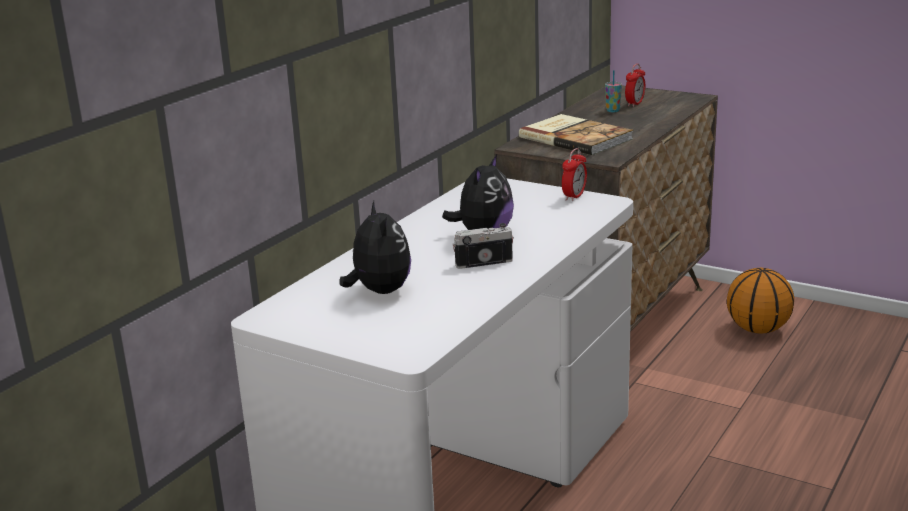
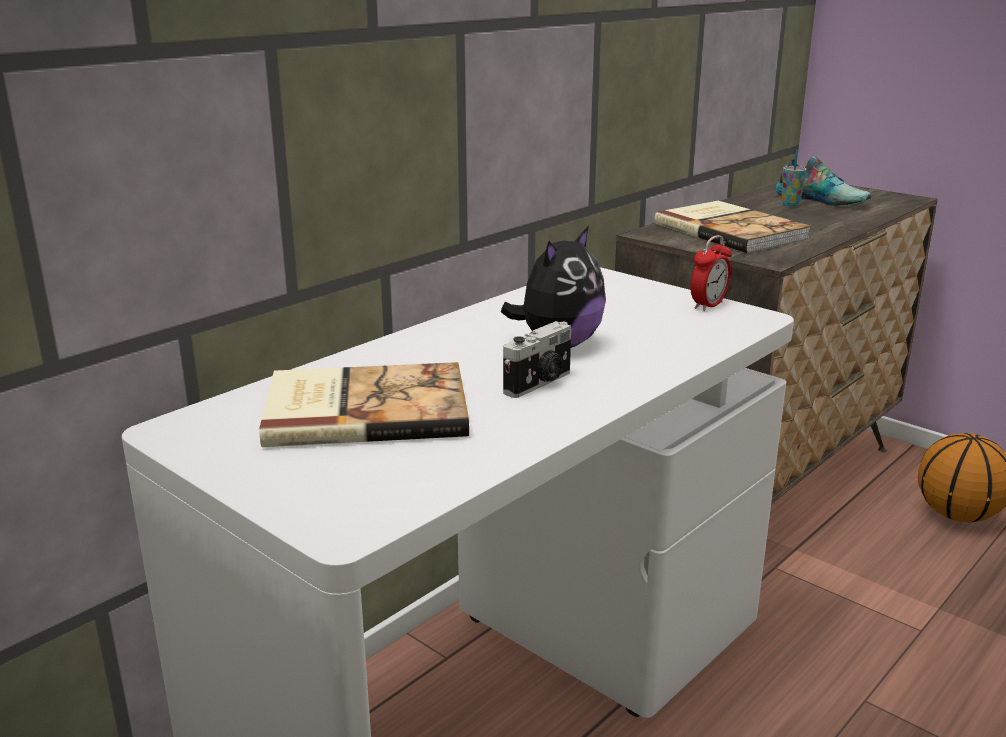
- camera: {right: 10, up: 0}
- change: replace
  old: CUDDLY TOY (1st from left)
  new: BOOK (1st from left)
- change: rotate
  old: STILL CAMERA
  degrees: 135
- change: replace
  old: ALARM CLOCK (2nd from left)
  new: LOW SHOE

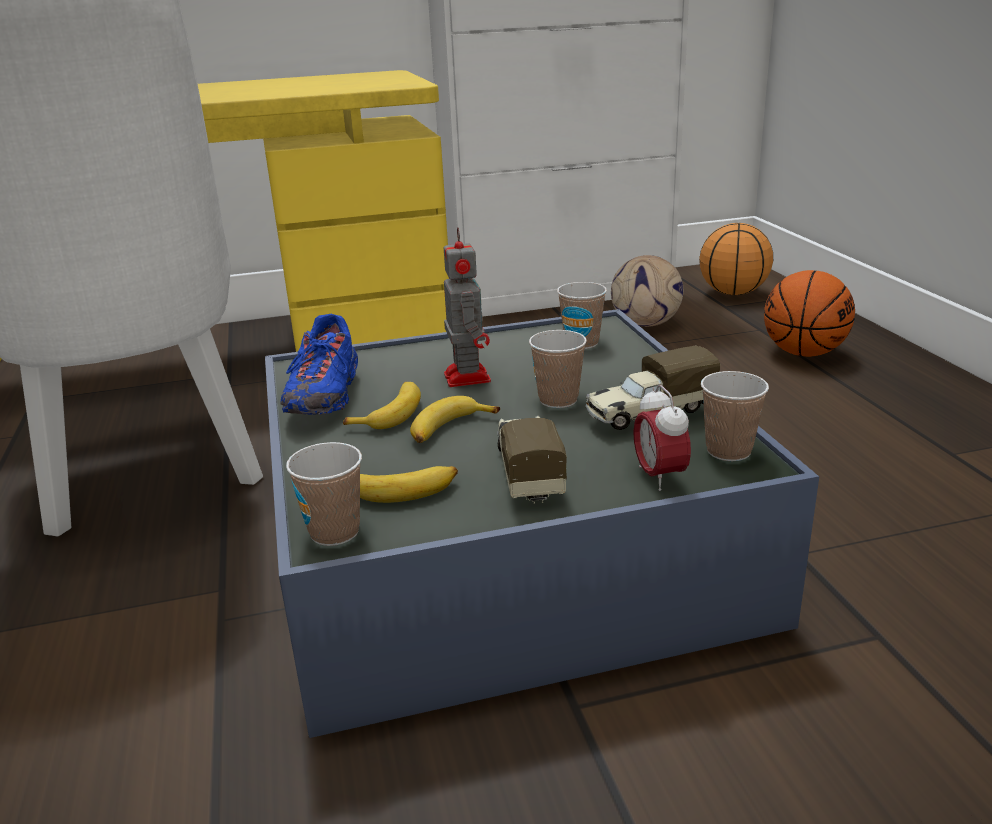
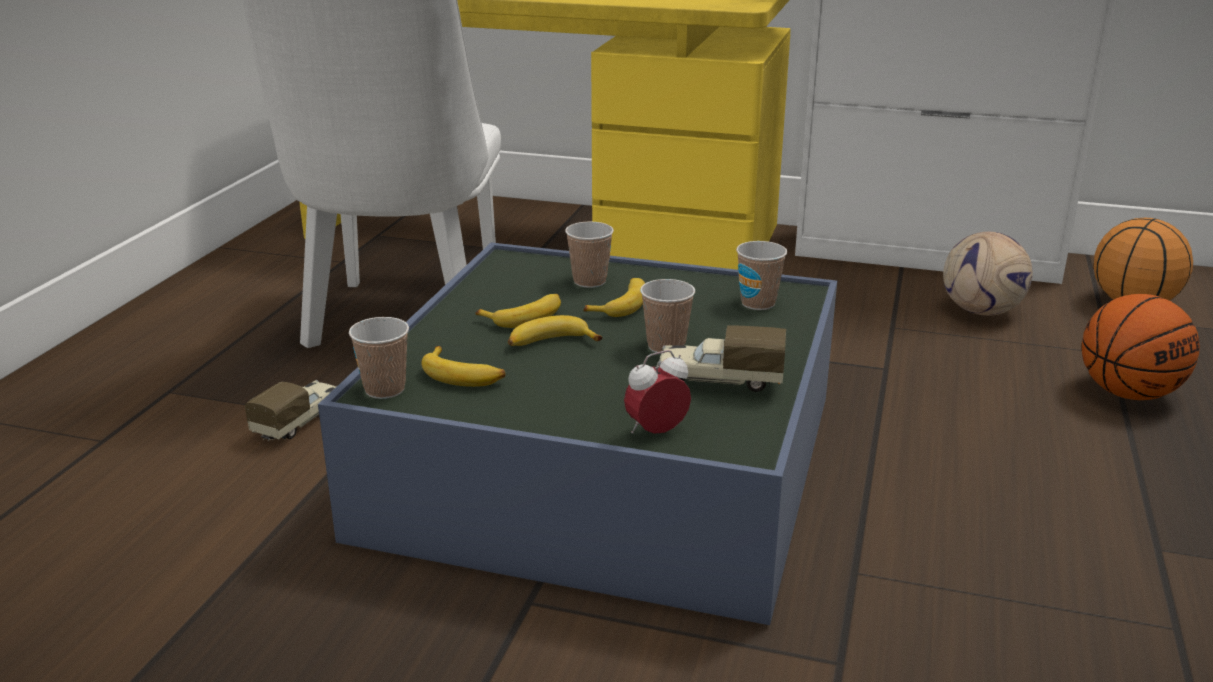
- camera: {right: 30, up: 0}
- change: move
  old: MODEL TRUCK (1st from left)
- change: move
  old: SMALL CUP (4th from left in the first image)
  new: SMALL CUP (2nd from left)
- change: replace
  old: TOY ROBOT
  new: BANANA (4th from left)
- change: rotate
  old: ALARM CLOCK
  degrees: 45
- change: delete
  old: BLUISH LOW SHOE

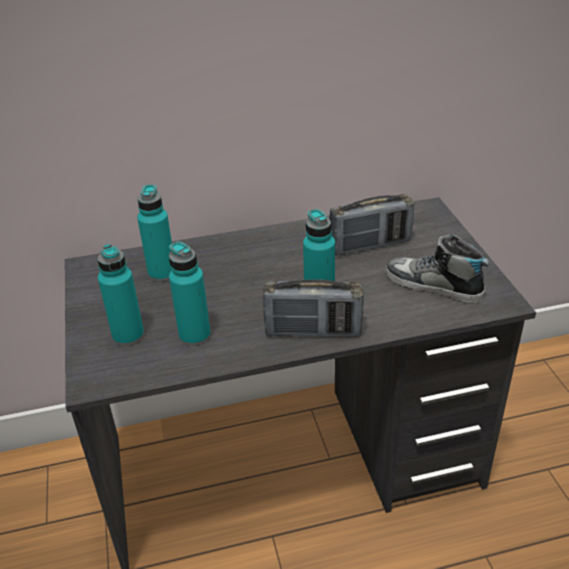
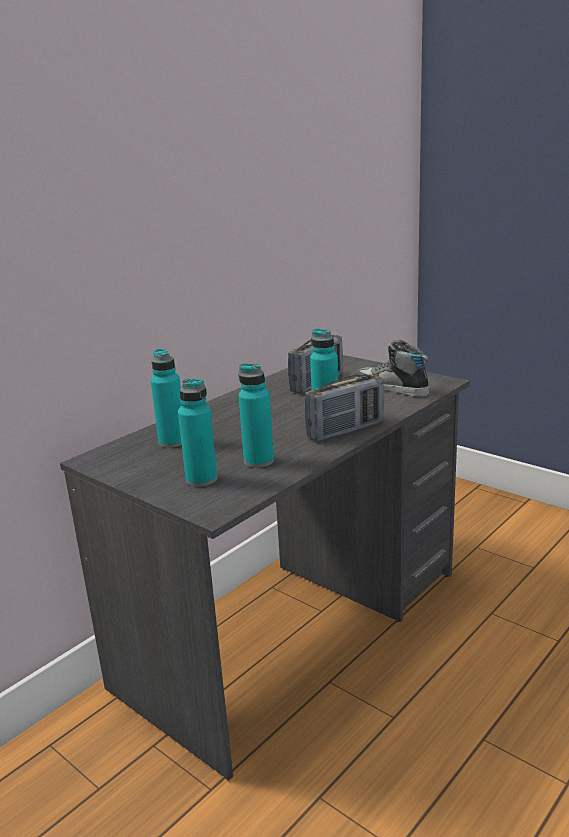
- camera: {right: -35, up: -15}
- change: rotate
  old: LOW SHOE
  degrees: 45

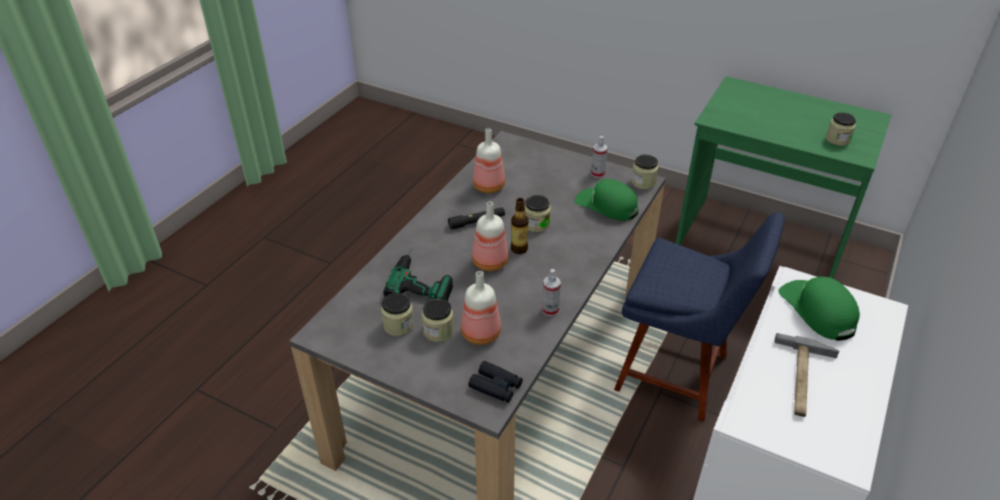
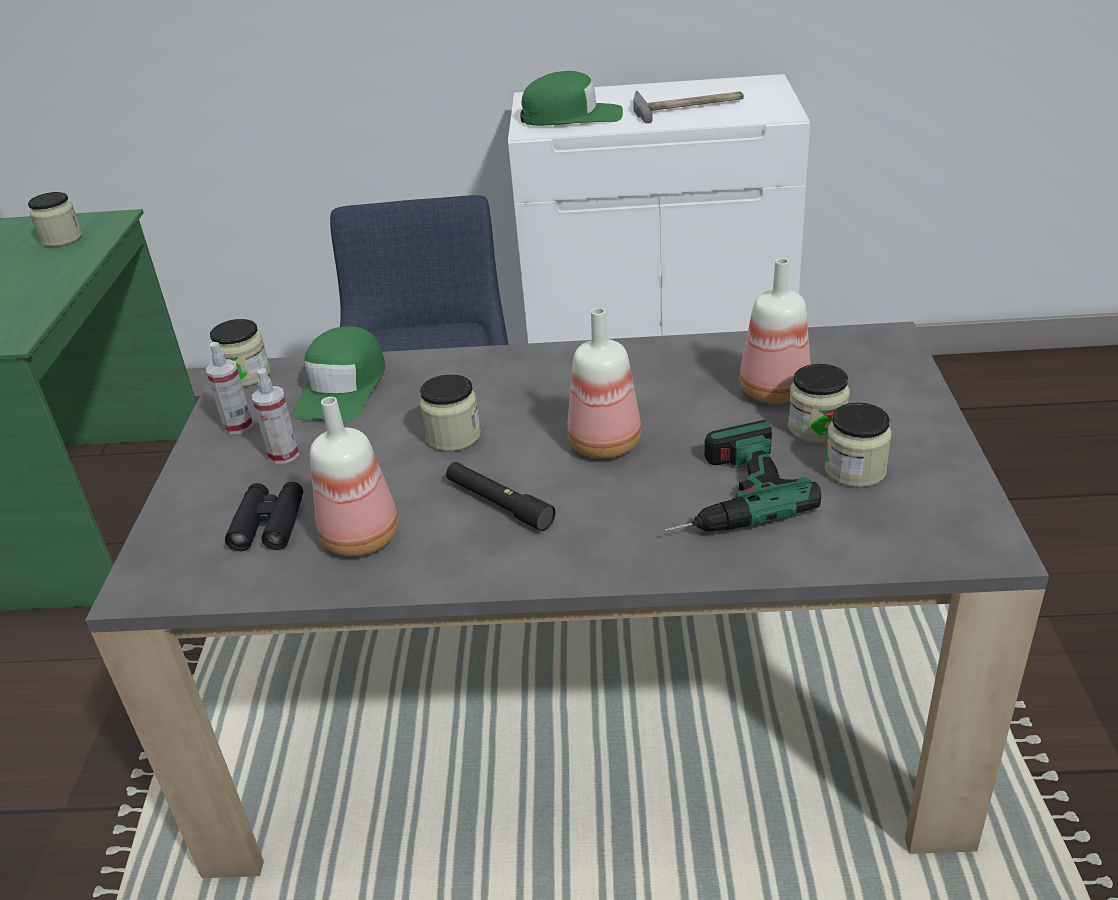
- camera: {right: -115, up: -5}
- change: move
  old: BLACK FIELD GLASSES
- change: move
  old: HAND SPRAYER (1st from left in the first image)
  new: HAND SPRAYER (2nd from left)
- change: rotate
  old: GREENISH CAP (2nd from left)
  degrees: -135
- change: delete
  old: BOTTLE (4th from left)

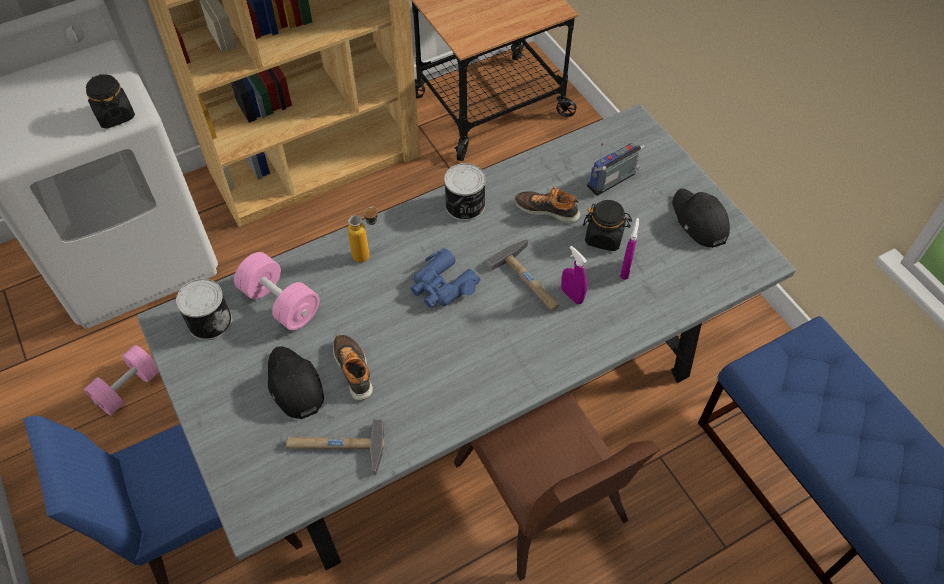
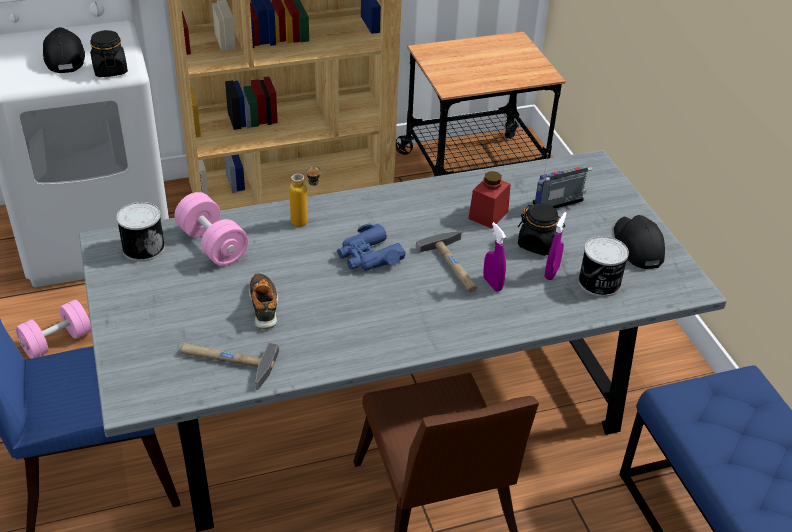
- camera: {right: 10, up: -15}
- change: move
  old: BLACK CAP (1st from left)
- change: replace
  old: LOW SHOE (2nd from left)
  new: RED JAR
- change: move
  old: CAN (2nd from left)

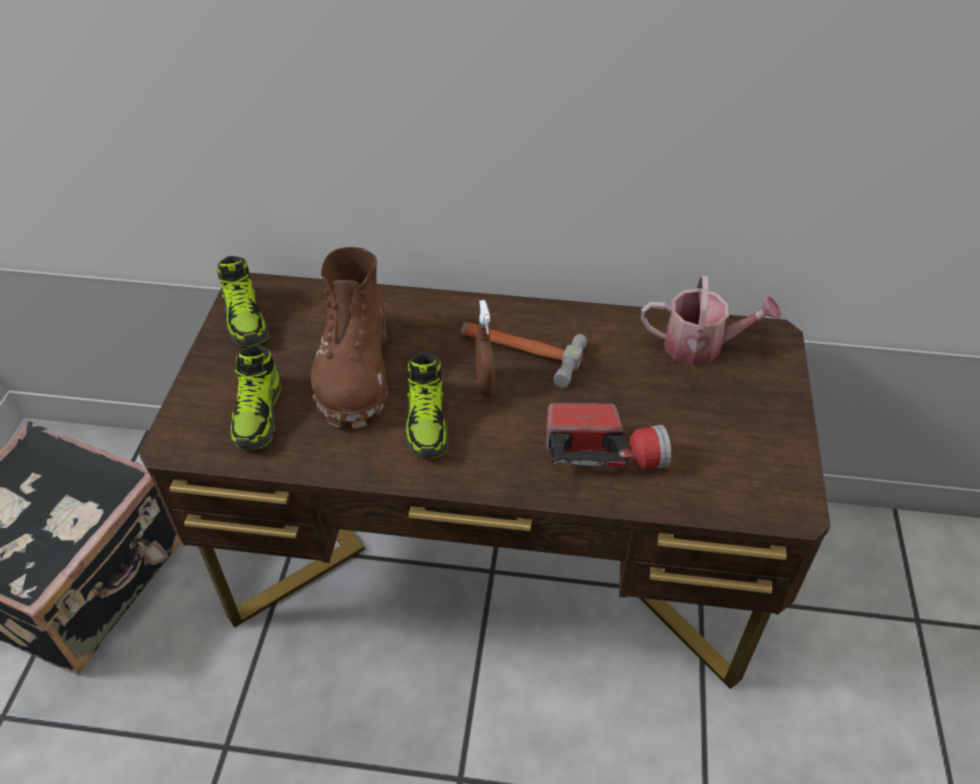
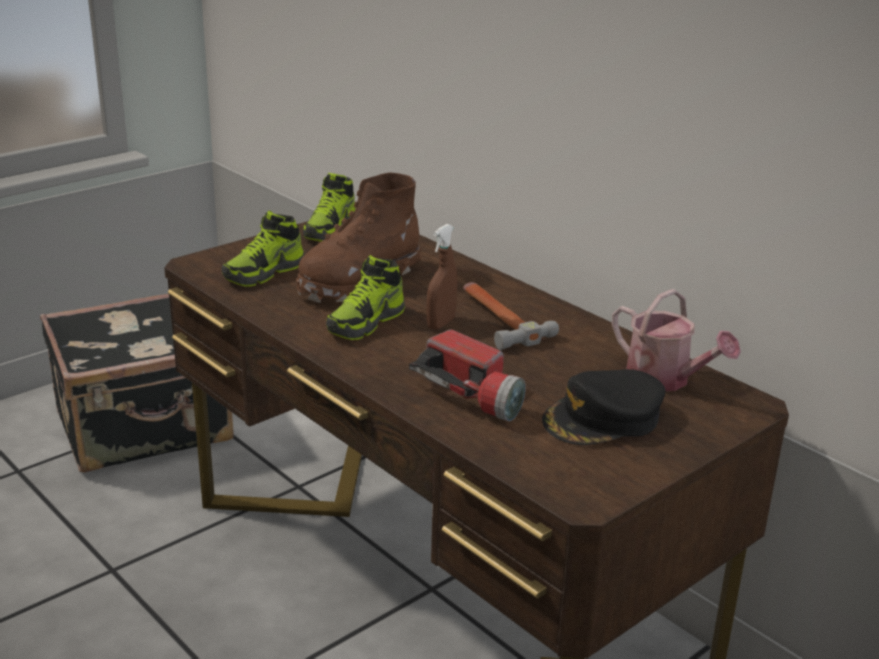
- camera: {right: 40, up: -20}
- change: insert
  new: BLACK CAP

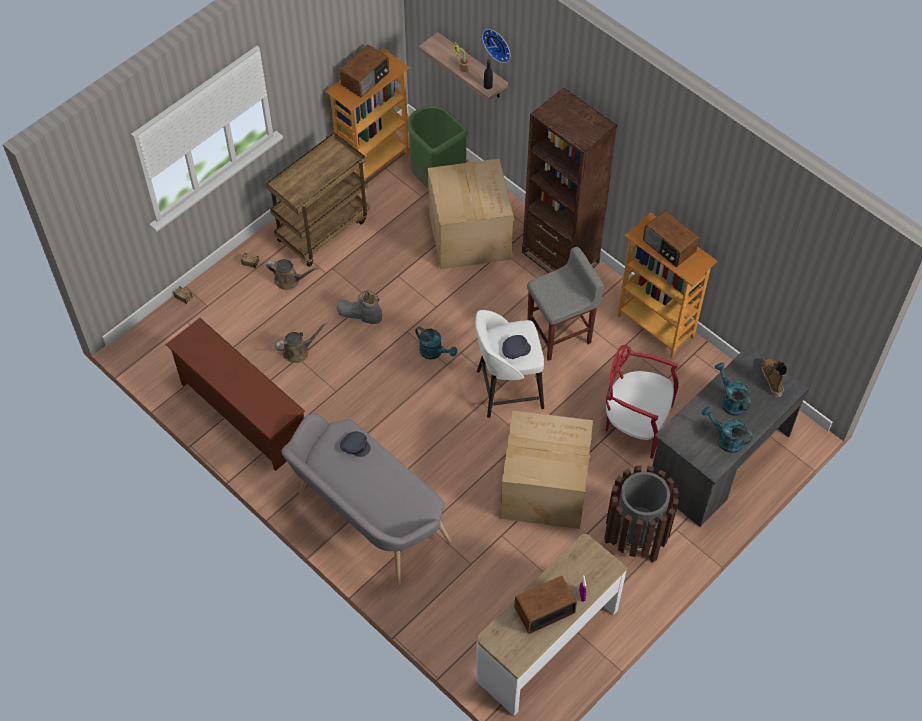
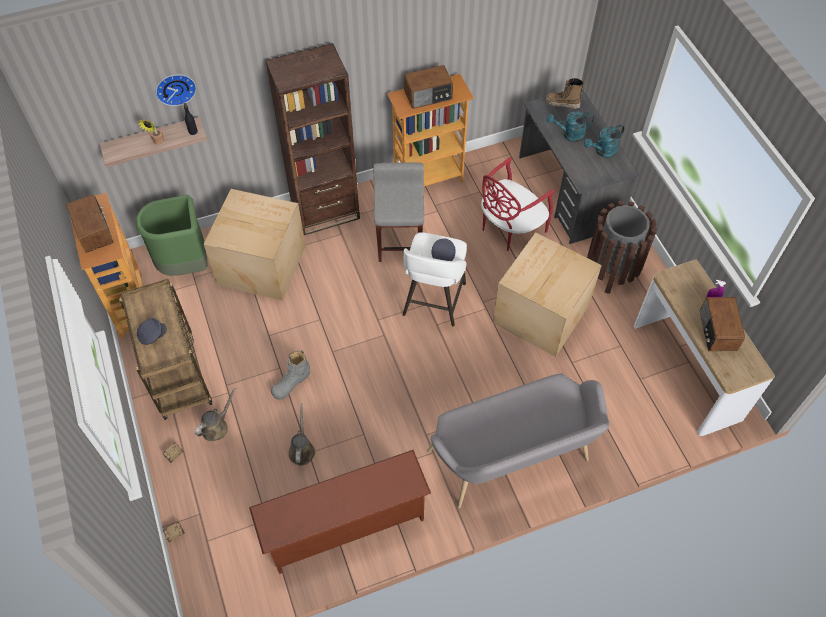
- camera: {right: -65, up: 0}
- change: move
  old: GRAY CAP (1st from left)
- change: delete
  old: BLUE-GREEN WATERING CAN (1st from left)

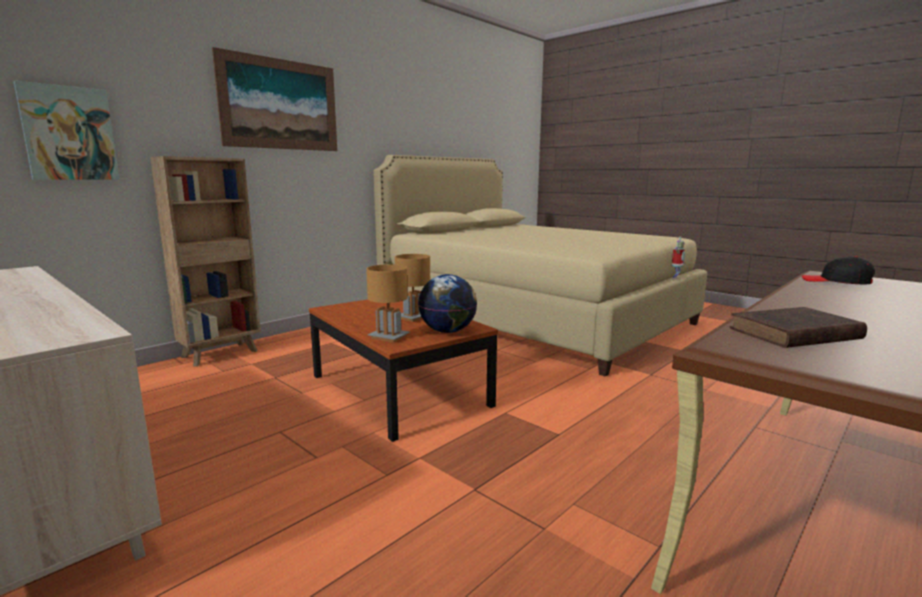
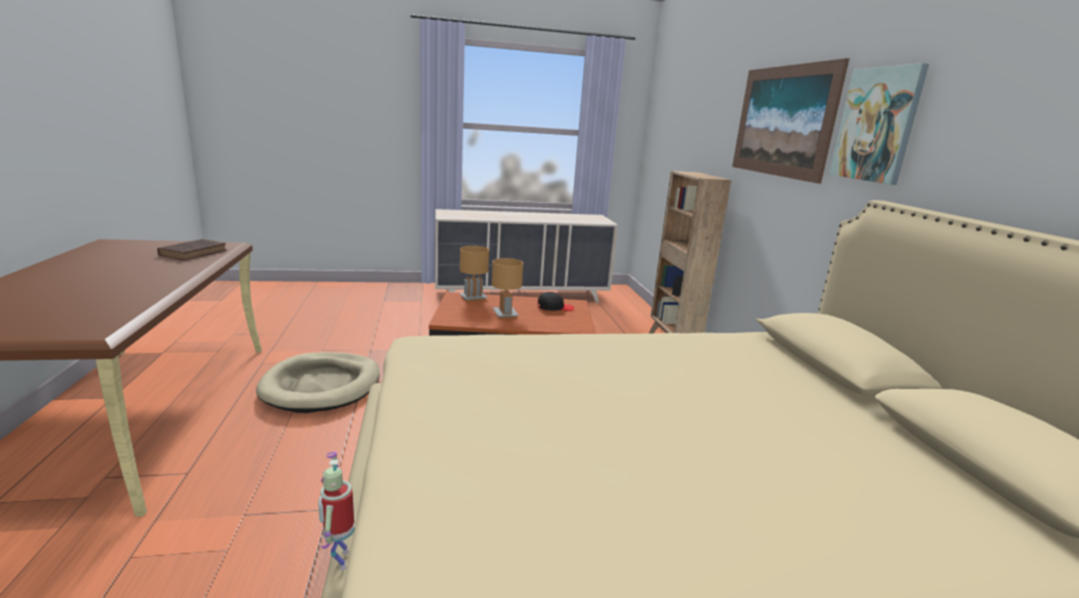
- camera: {right: 125, up: 5}
- change: insert
  new: BEIGE-COLOURED DOG CUSHION
- change: move
  old: BLACK CAP
- change: move
  old: PICTURE (1st from left in the first image)
  new: PICTURE (2nd from left)
- change: delete
  old: WORLD GLOBE

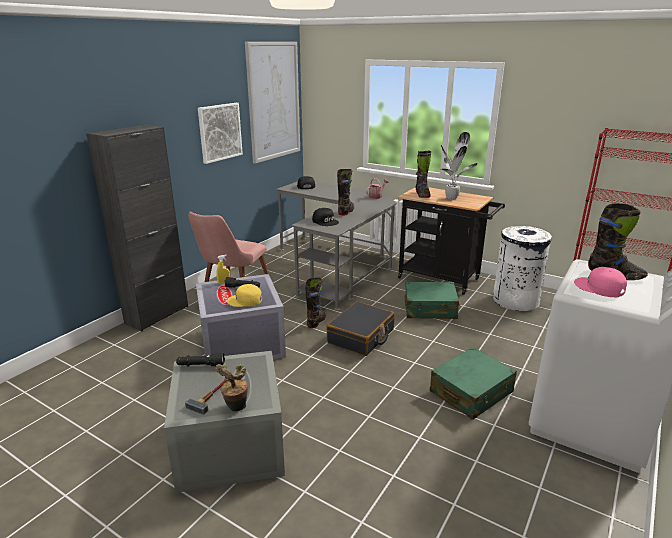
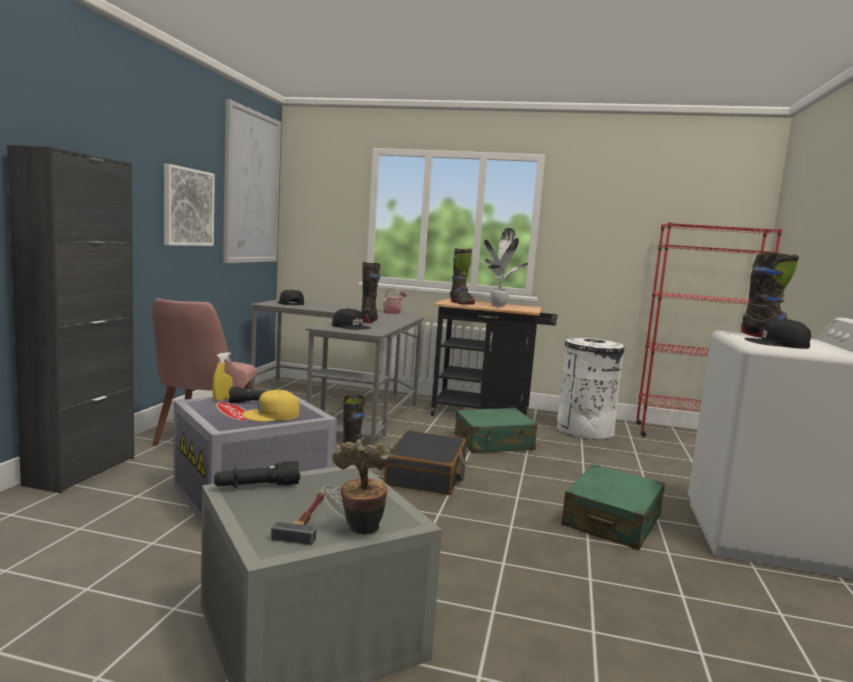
- camera: {right: -20, up: -15}
- change: recolor
  old: PINK-COLOURED CAP
  new: BLACK CAP (3rd from left)

